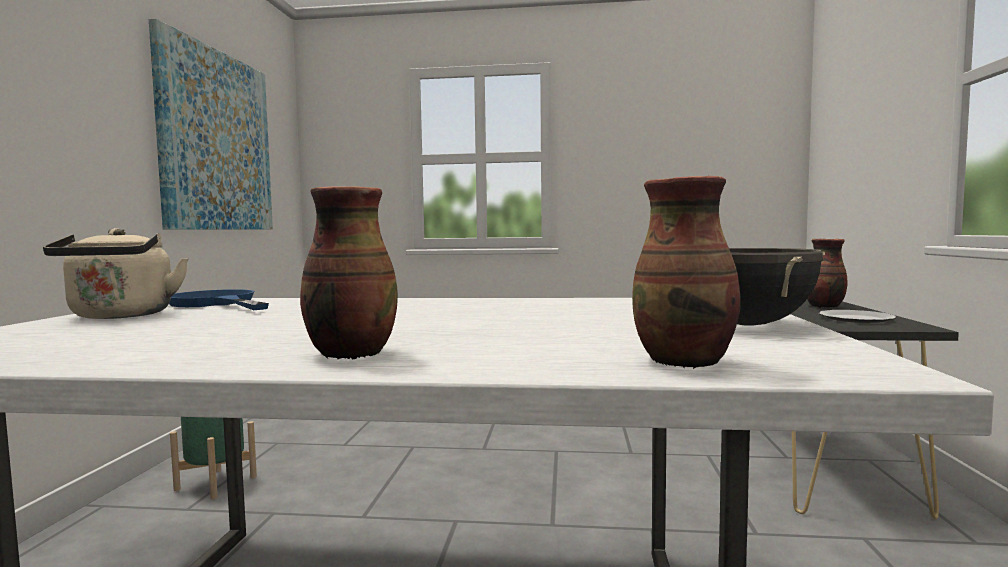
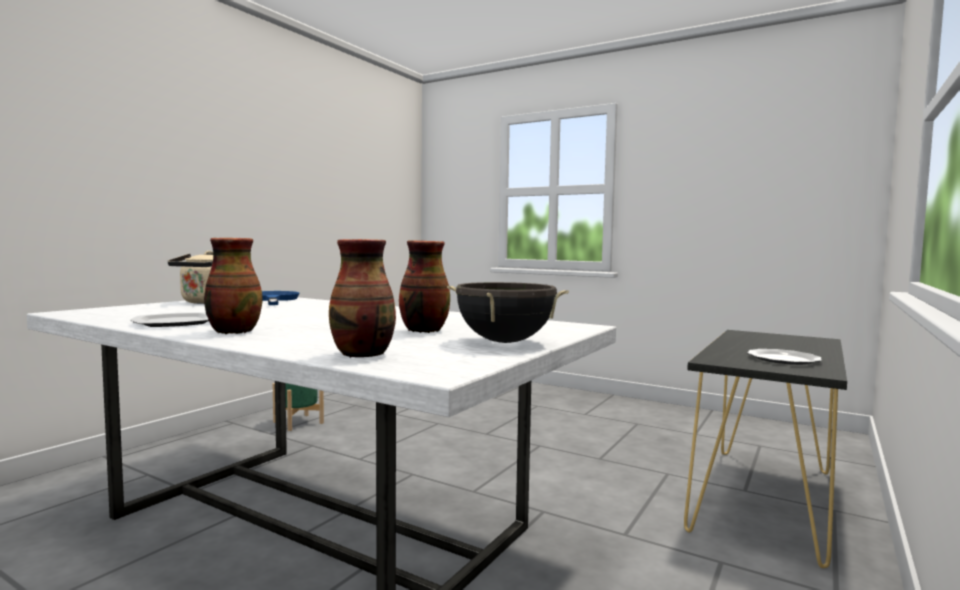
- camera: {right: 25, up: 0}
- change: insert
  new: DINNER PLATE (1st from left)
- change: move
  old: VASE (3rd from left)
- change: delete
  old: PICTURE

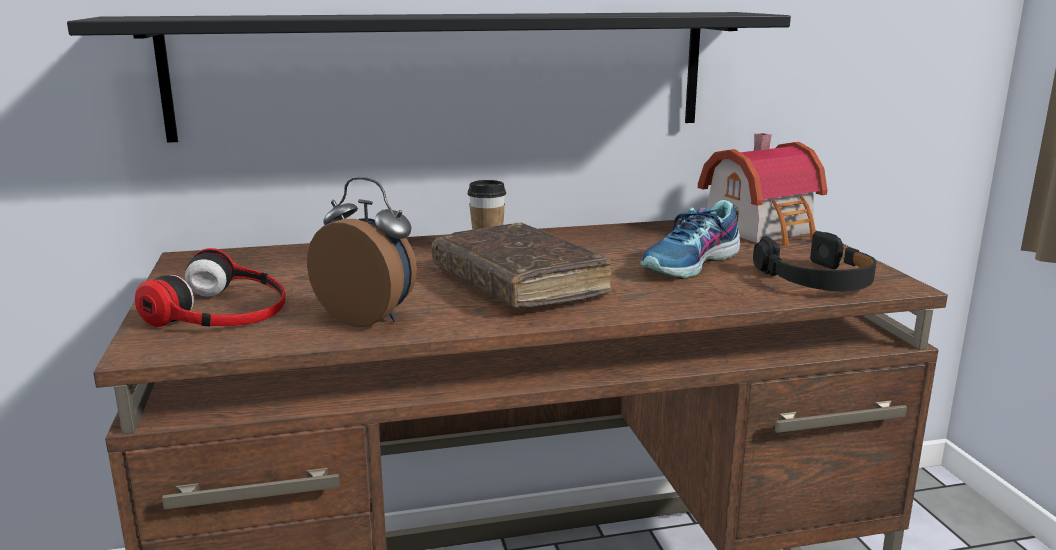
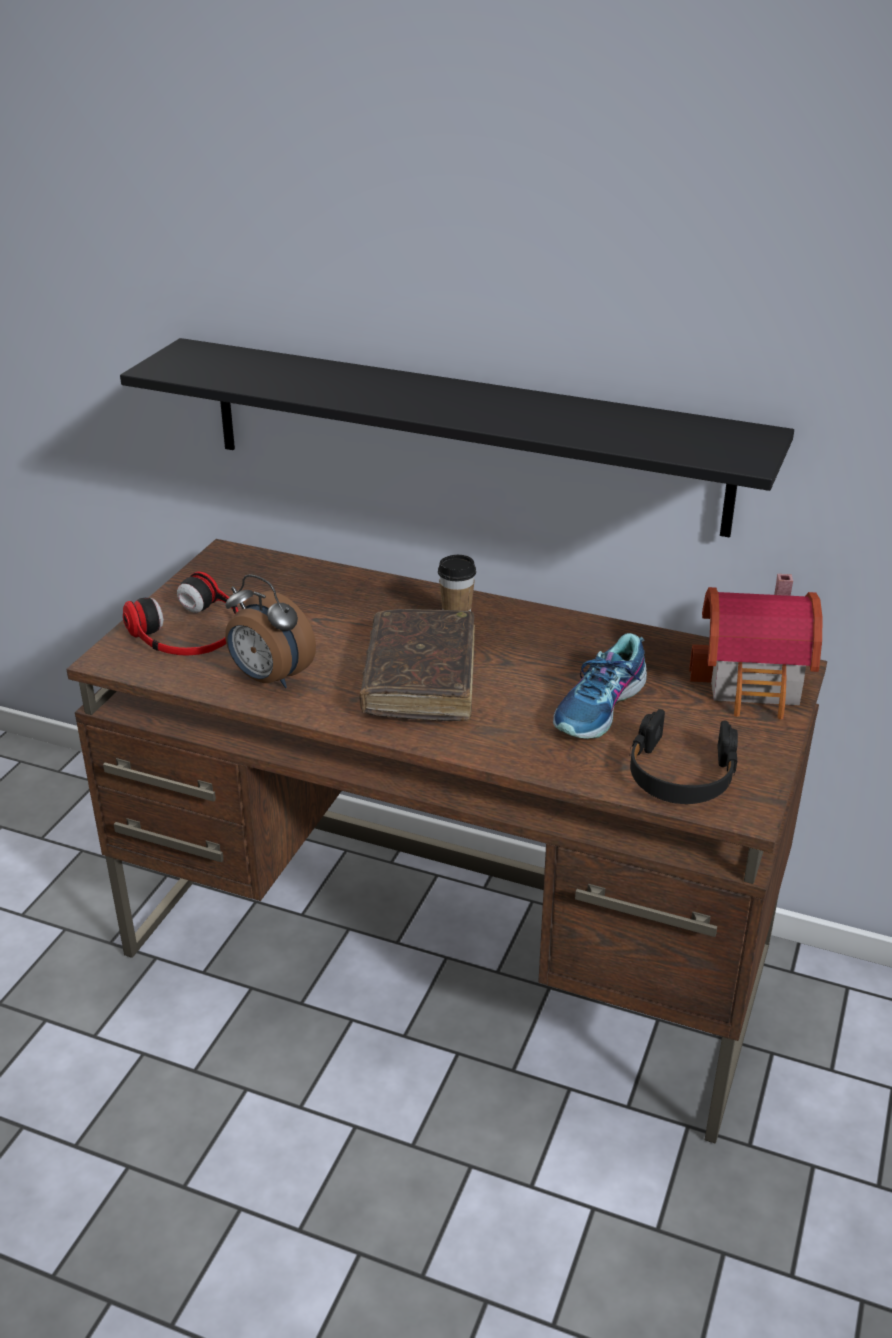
- camera: {right: 35, up: 15}
- change: rotate
  old: ALARM CLOCK
  degrees: 150
- change: rotate
  old: LOW SHOE
  degrees: -45

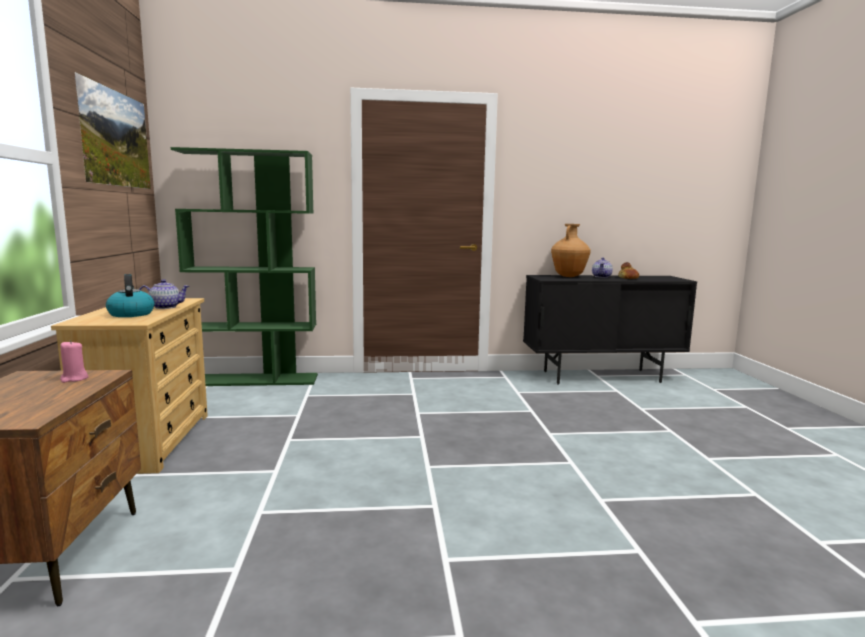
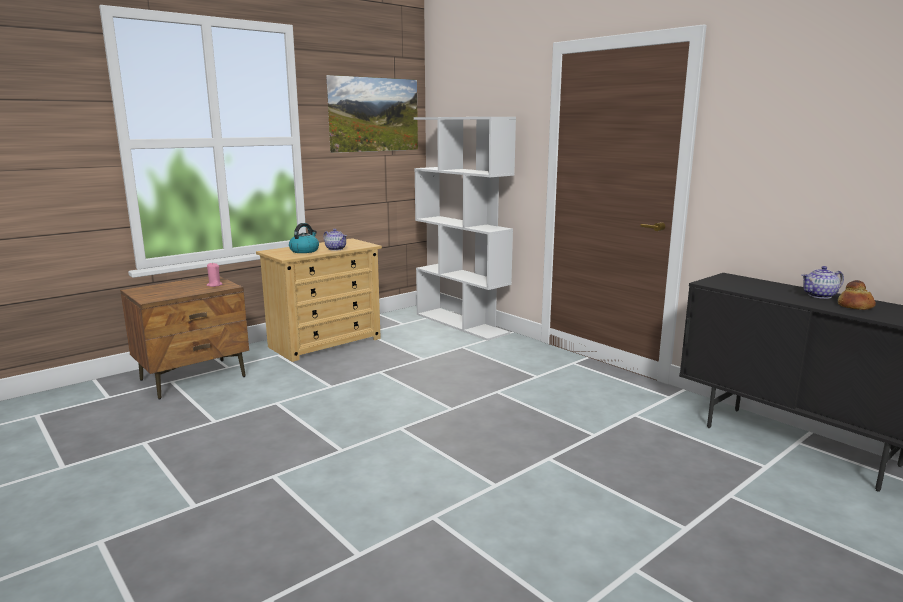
- camera: {right: 55, up: 5}
- change: recolor
  old: GREENISH SHELVING UNIT
  new: WHITE SHELVING UNIT
- change: delete
  old: BROWNISH VASE

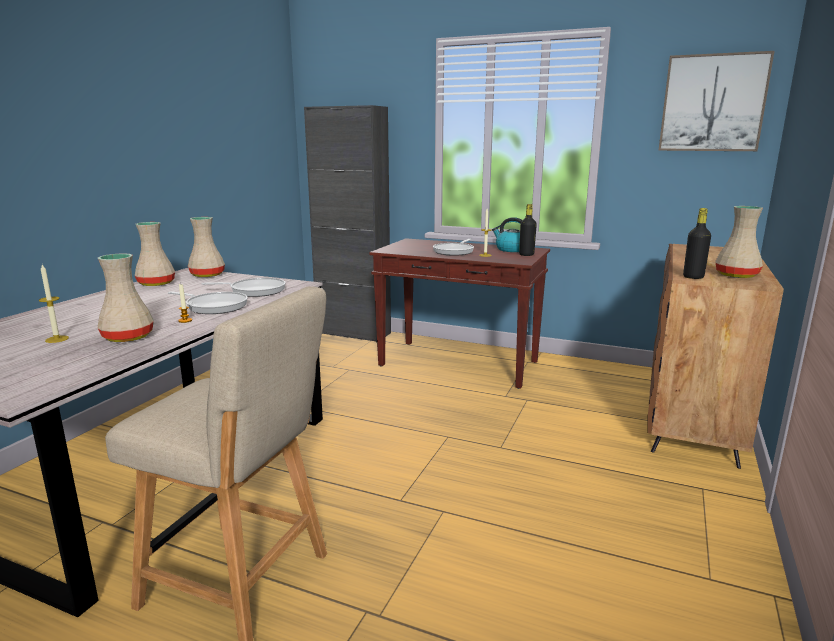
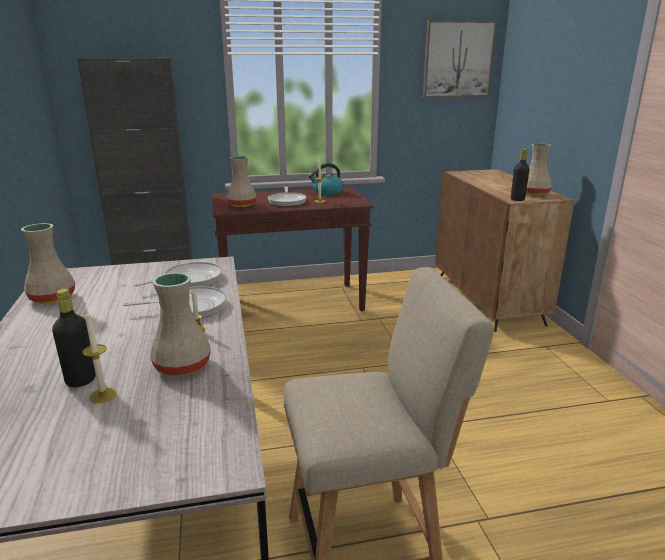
- camera: {right: -35, up: 5}
- change: move
  old: BLACK BOTTLE (1st from left)
- change: move
  old: BEIGE-COLOURED VASE (3rd from left)

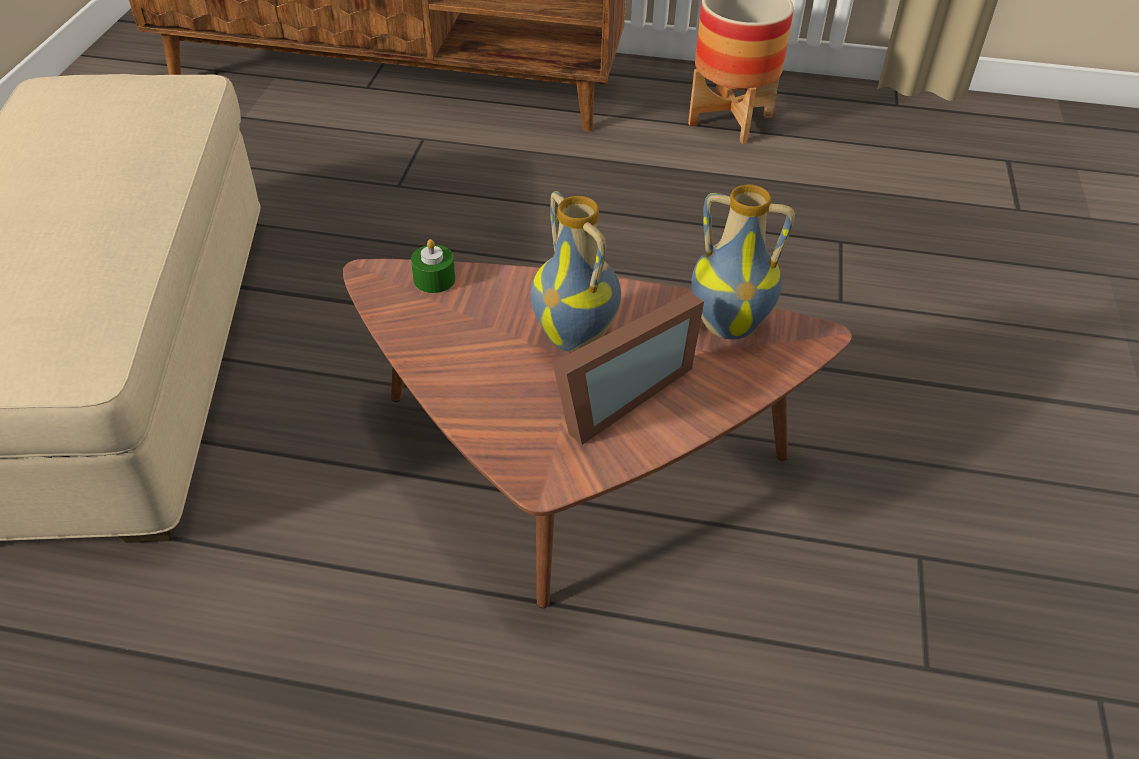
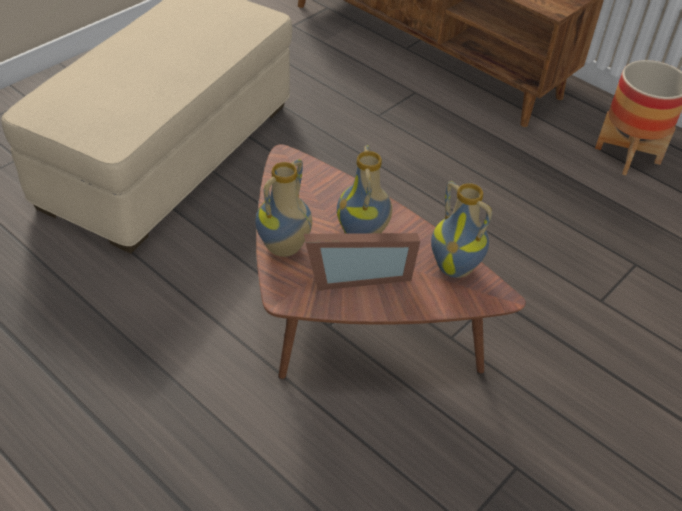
- camera: {right: 30, up: 0}
- change: insert
  new: VASE (1st from left)
- change: delete
  old: GREENISH CANDLE

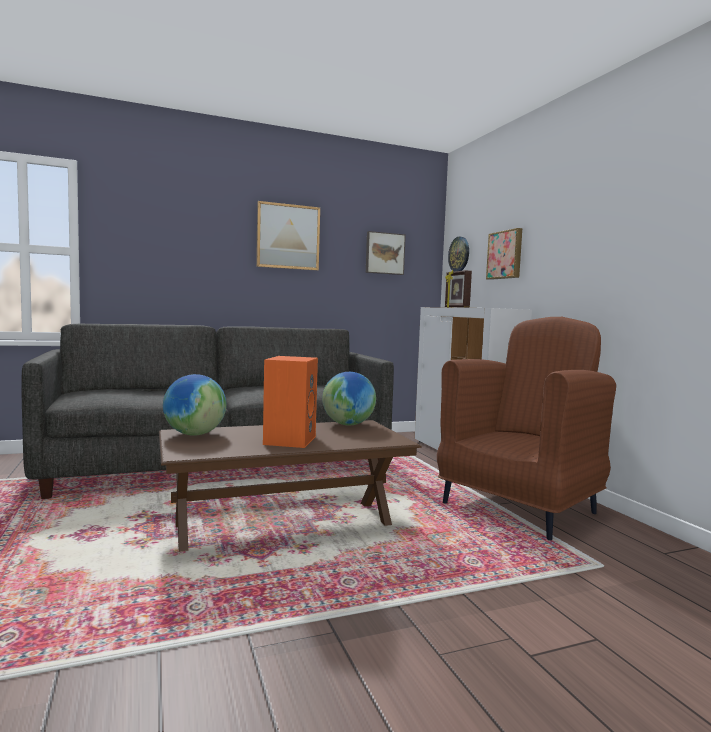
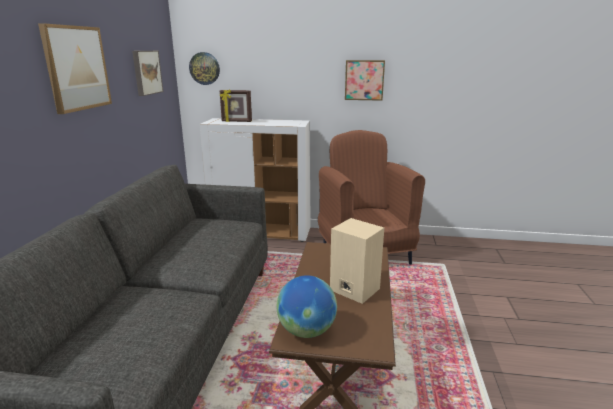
- camera: {right: -60, up: 15}
- change: recolor
  old: ORANGEY SPEAKER
  new: BEIGE-COLOURED SPEAKER
- change: move
  old: PICTURE (3rd from left)
- change: delete
  old: WORLD GLOBE (2nd from left)

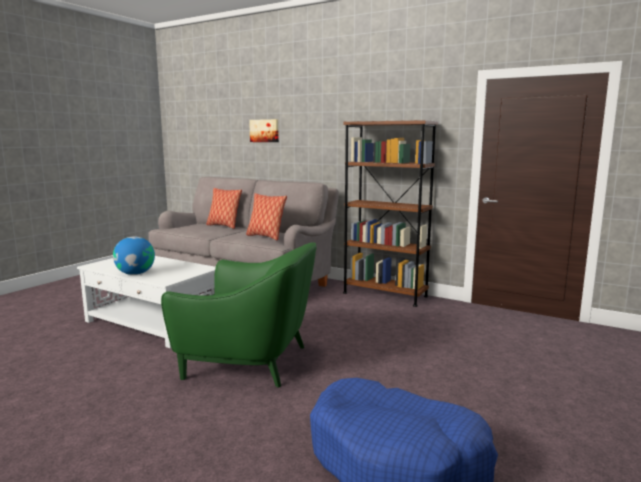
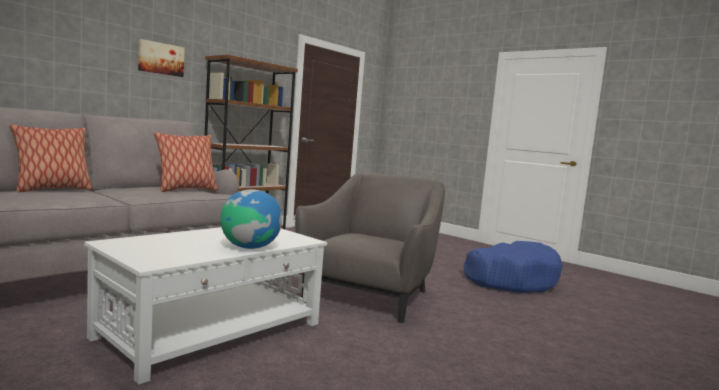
- camera: {right: -80, up: -5}
- change: move
  old: PICTURE
- change: recolor
  old: GREENISH ARMCHAIR
  new: GRAY ARMCHAIR

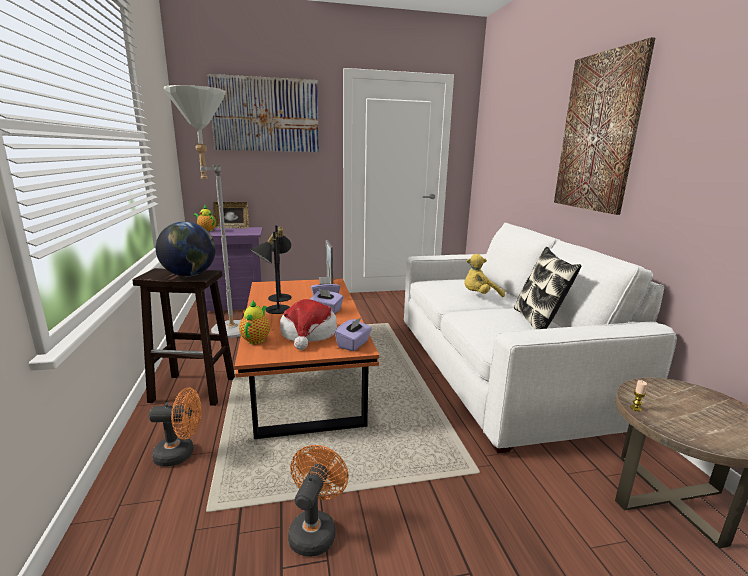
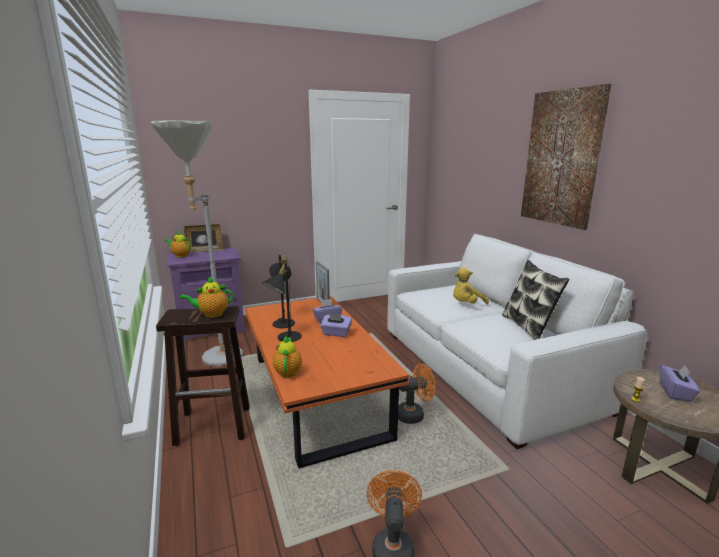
- camera: {right: -10, up: 0}
- change: replace
  old: WORLD GLOBE
  new: TEA POT (2nd from left)
- change: move
  old: ORANGEY COOLING FAN (1st from left in the first image)
  new: ORANGEY COOLING FAN (2nd from left)
- change: move
  old: PURPLE BOX OF TISSUES (3rd from left)
- change: delete
  old: PICTURE (1st from left)
- change: delete
  old: WEARABLE HAT

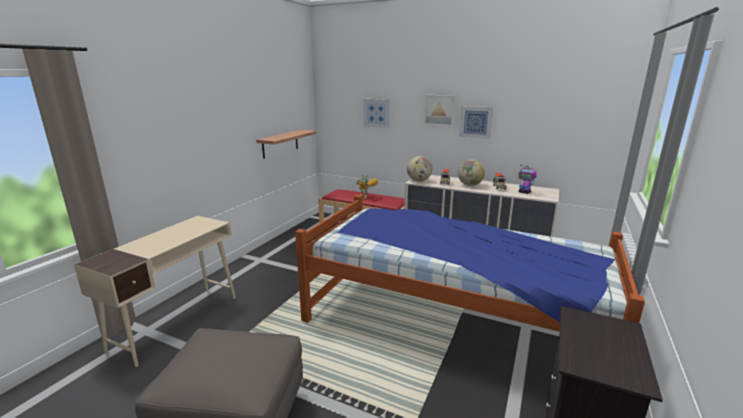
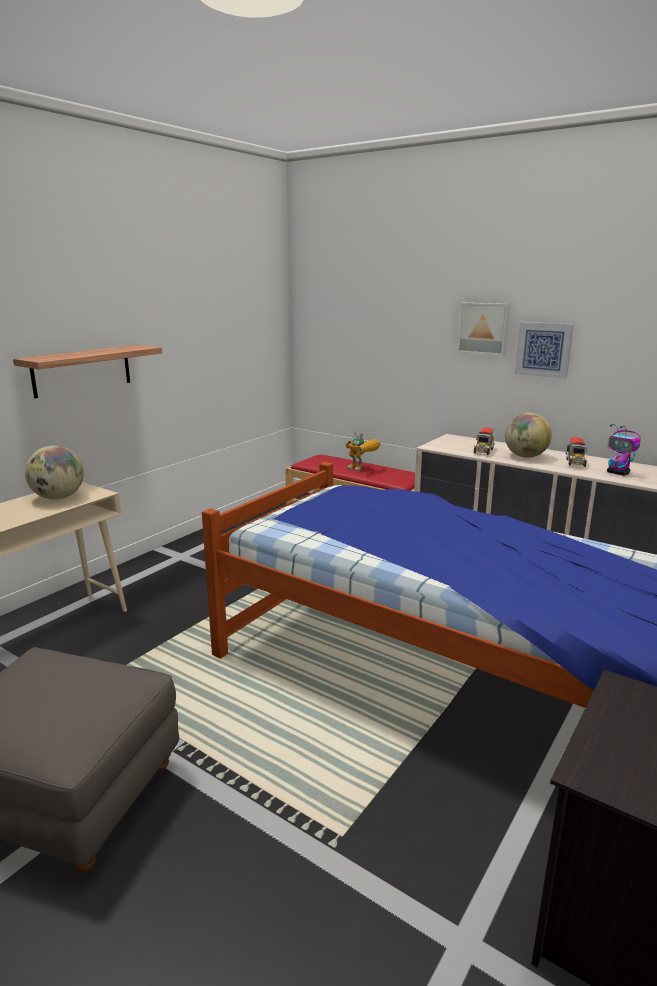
- camera: {right: 10, up: 0}
- change: move
  old: SHELF
- change: move
  old: WORLD GLOBE (1st from left)
- change: delete
  old: PICTURE (1st from left)

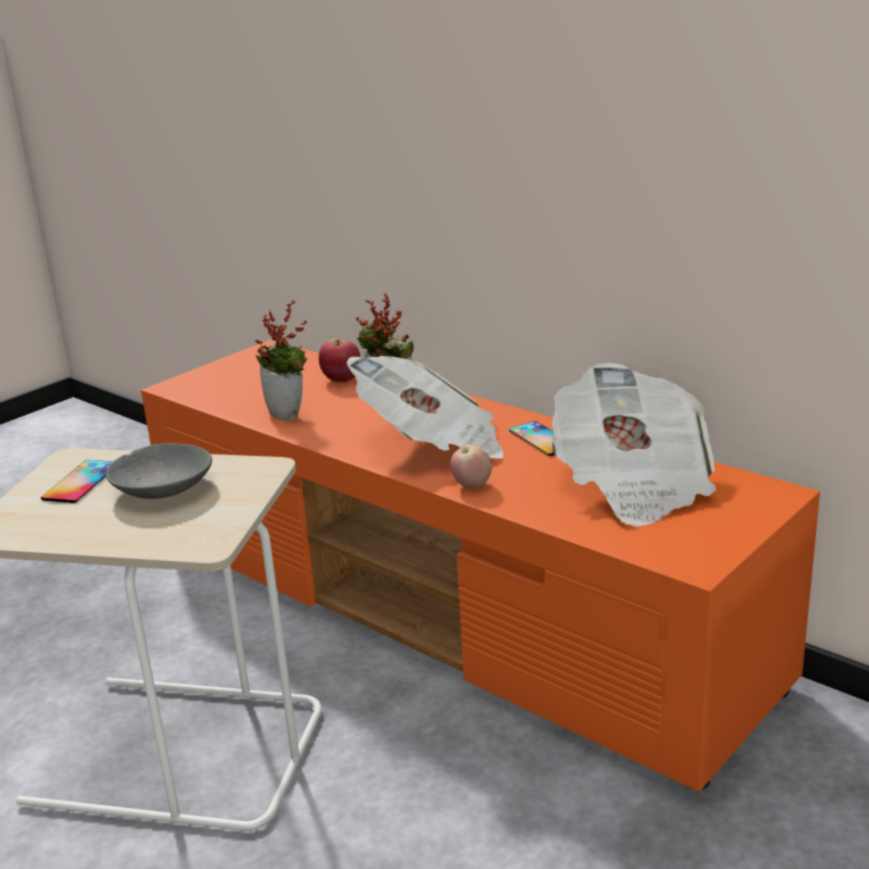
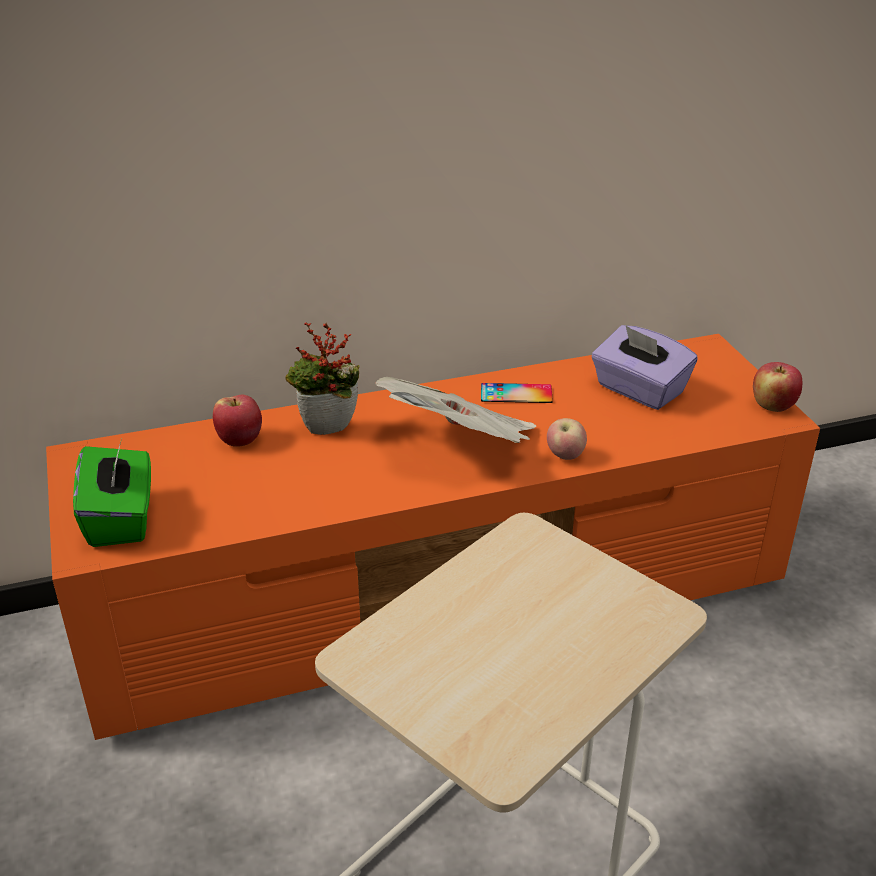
- camera: {right: -60, up: 10}
- change: insert
  new: GREENISH BOX OF TISSUES
- change: replace
  old: DAILY PAPER (2nd from left)
  new: PURPLE BOX OF TISSUES
- change: insert
  new: WHOLE APPLE (3rd from left)
- change: delete
  old: TELEPHONE (1st from left)
- change: delete
  old: GRAY SERVING BOWL
- change: delete
  old: PLANT IN A POT (1st from left)

